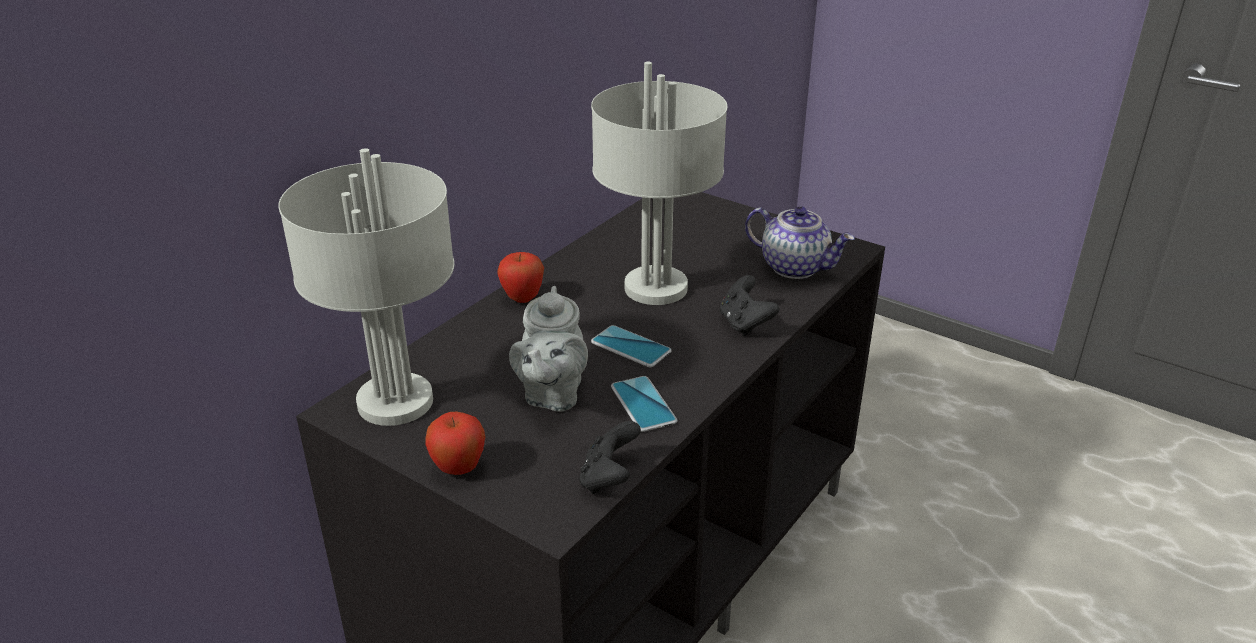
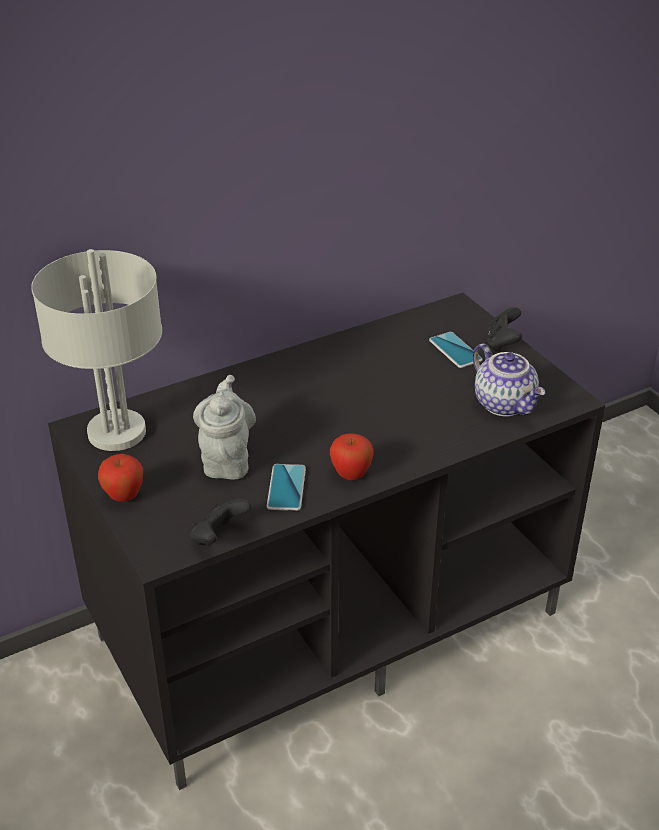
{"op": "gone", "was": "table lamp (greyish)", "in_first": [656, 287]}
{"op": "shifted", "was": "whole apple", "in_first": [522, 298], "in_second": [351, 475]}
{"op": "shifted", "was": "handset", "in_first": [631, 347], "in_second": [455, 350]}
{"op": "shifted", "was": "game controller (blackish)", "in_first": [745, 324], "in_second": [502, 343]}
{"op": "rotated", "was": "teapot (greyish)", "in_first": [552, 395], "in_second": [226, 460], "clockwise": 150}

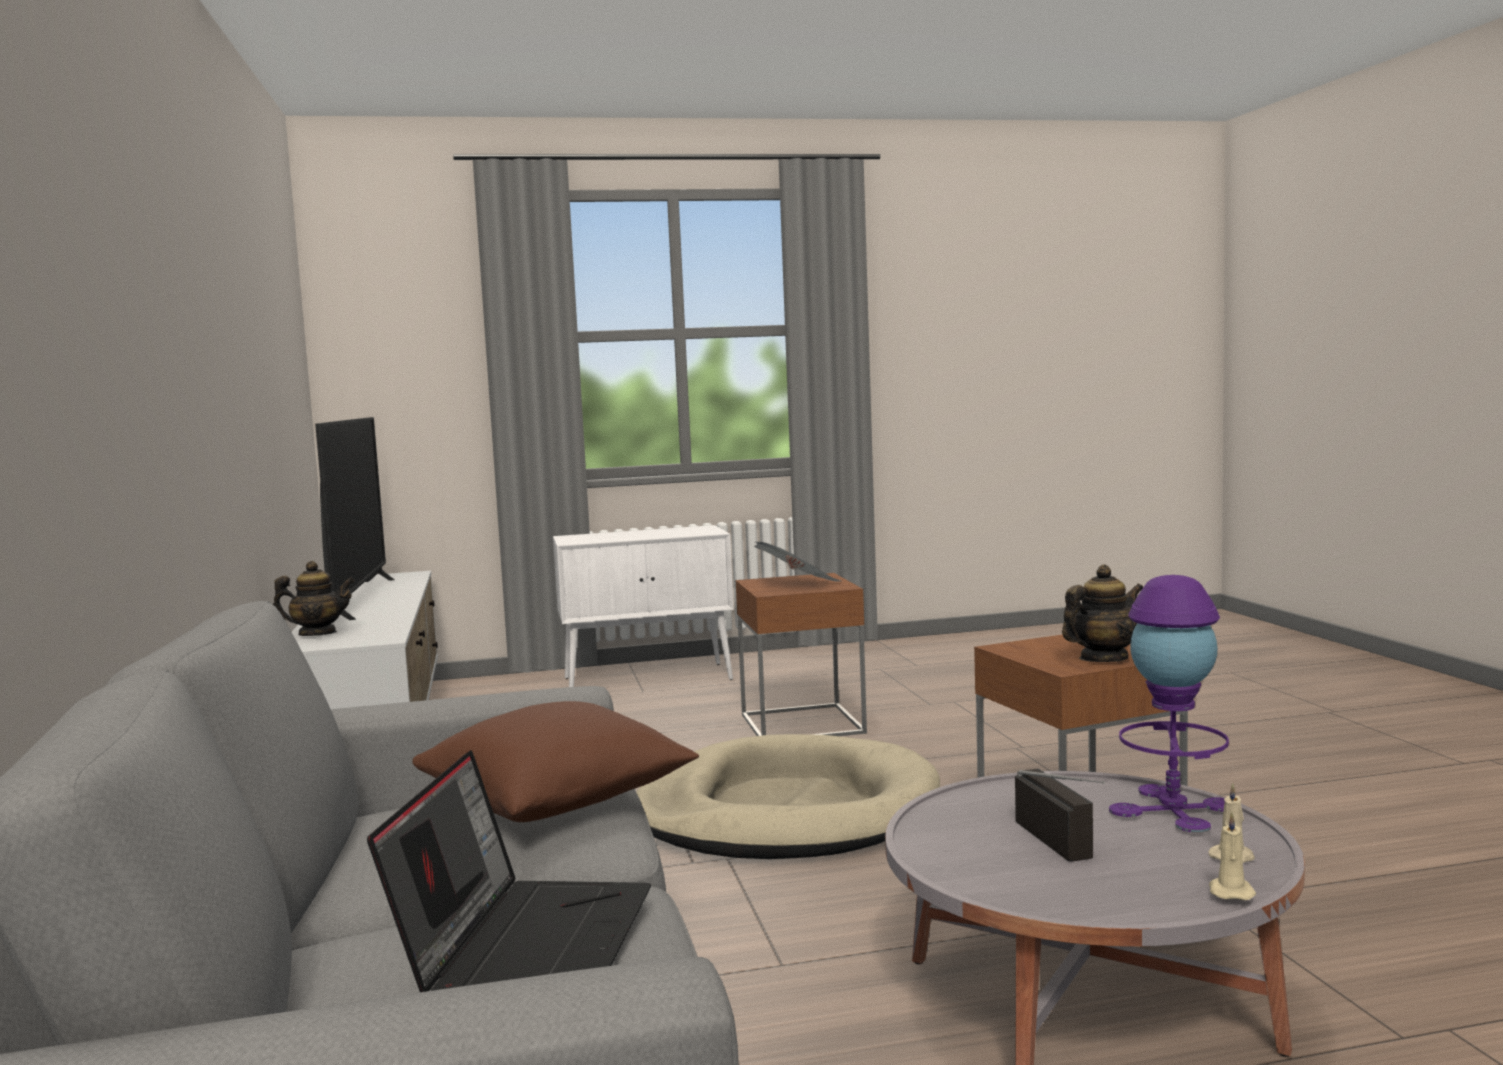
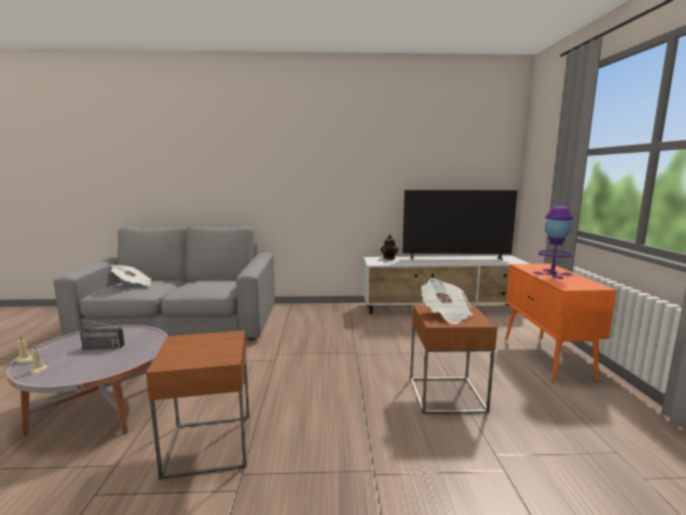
{"op": "gone", "was": "pillow (brown)", "in_first": [557, 803]}
{"op": "gone", "was": "dog bed (sand-coloured)", "in_first": [786, 812]}
{"op": "gone", "was": "teapot", "in_first": [1103, 659]}
{"op": "shifted", "was": "table lamp (purplish)", "in_first": [1173, 808], "in_second": [552, 274]}
{"op": "swapped", "was": "notebook computer", "now": "printed paper", "in_first": [526, 941], "in_second": [133, 284]}
{"op": "repainted", "was": "storage cabinet (white-coloured)", "now": "storage cabinet (orange)", "in_first": [649, 679], "in_second": [547, 358]}

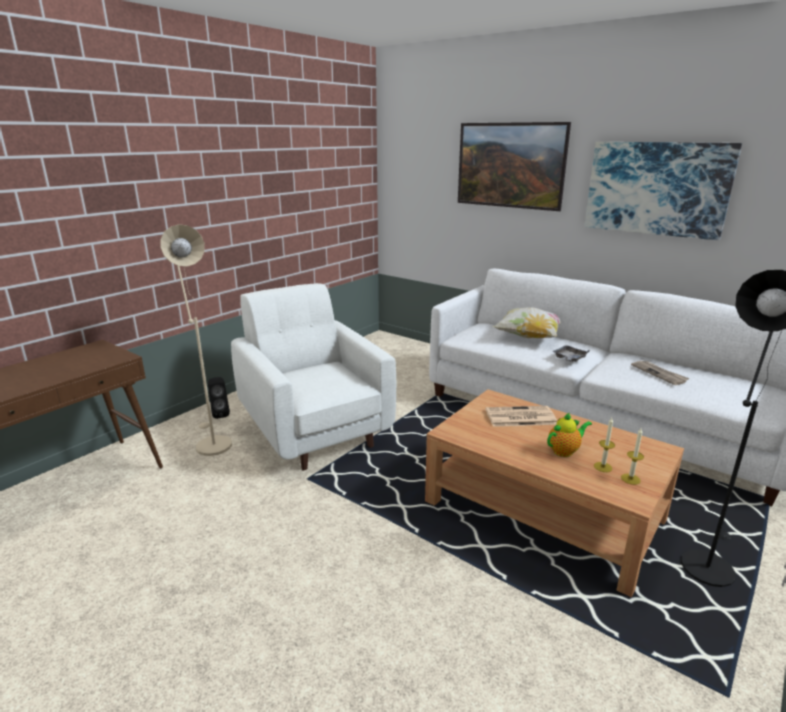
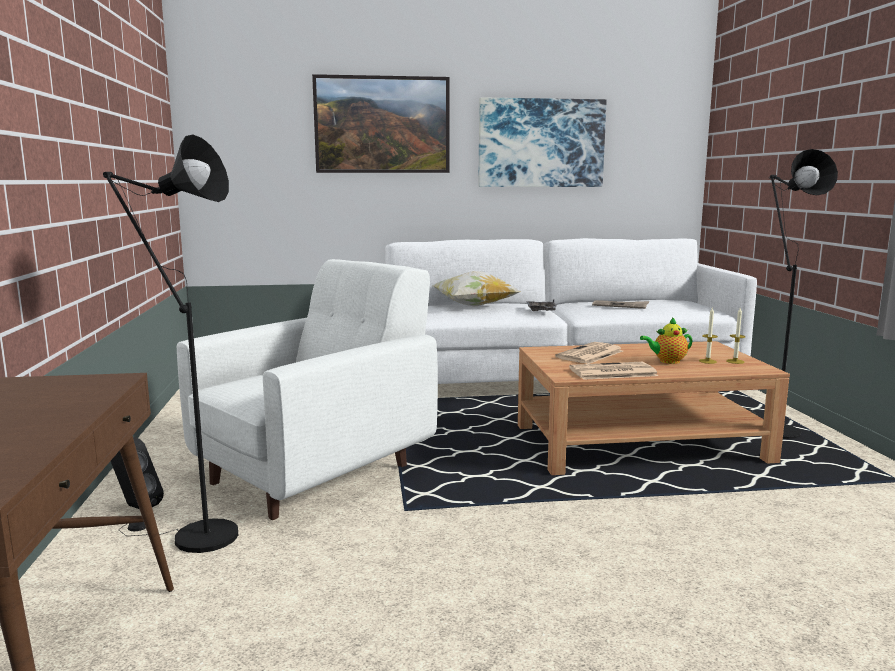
{"op": "new", "now": "printed paper", "in_second": [612, 372]}
{"op": "repainted", "was": "standing lamp (sand-coloured)", "now": "standing lamp (blackish)", "in_first": [211, 443], "in_second": [194, 536]}
{"op": "rotated", "was": "easy chair (white-coloured)", "in_first": [314, 431], "in_second": [318, 473], "clockwise": 120}
{"op": "rotated", "was": "teapot", "in_first": [564, 451], "in_second": [667, 361], "clockwise": -120}

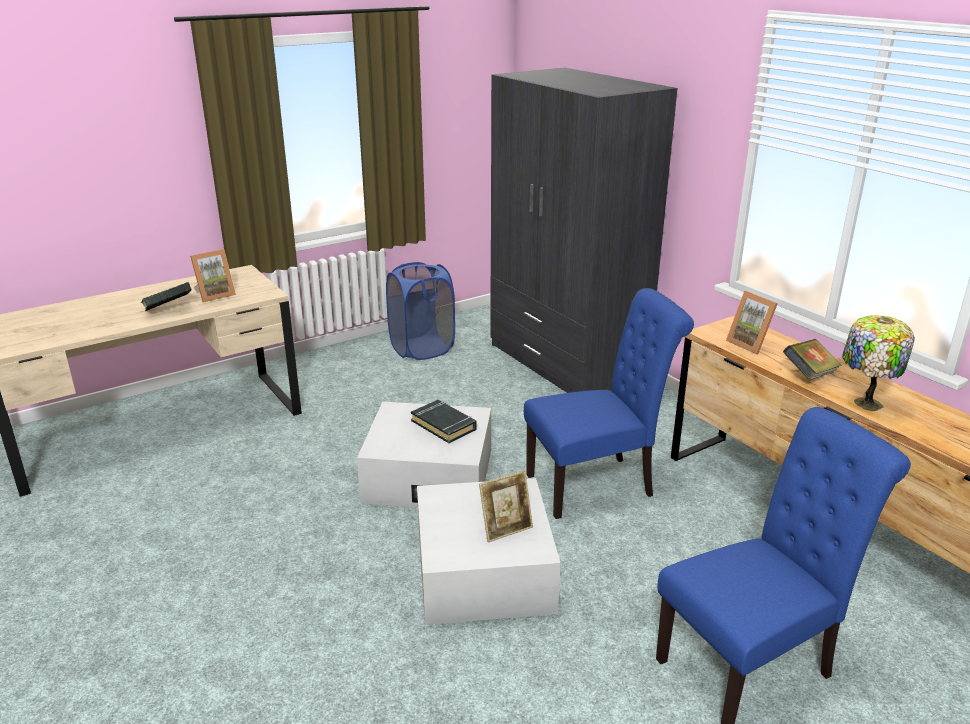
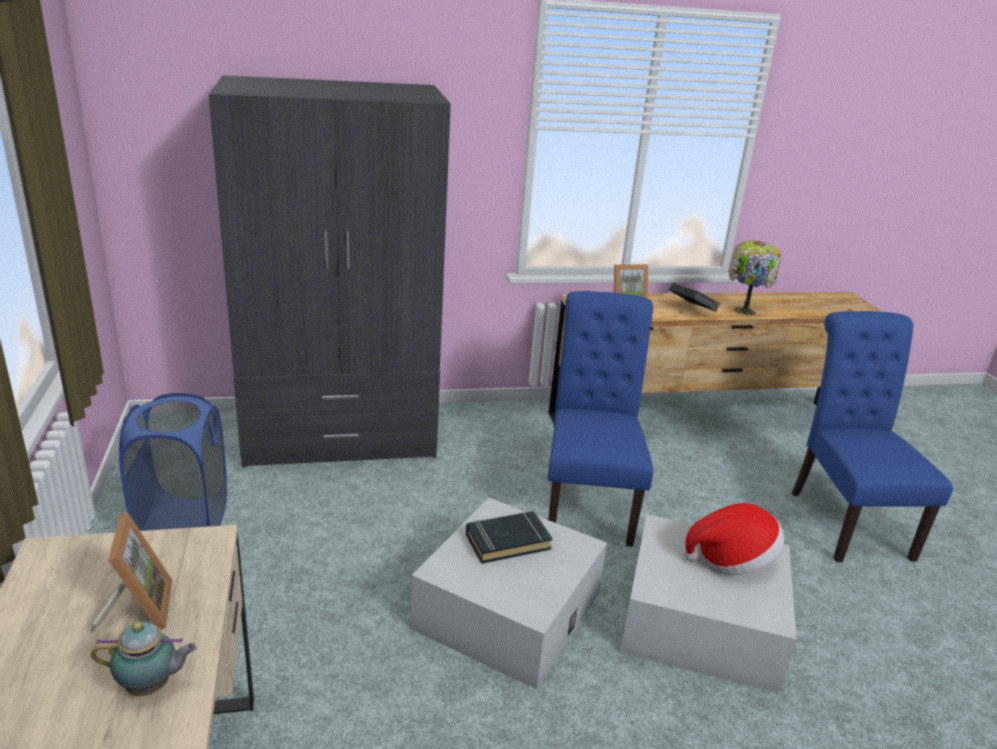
{"op": "swapped", "was": "bound book", "now": "teapot", "in_first": [168, 310], "in_second": [151, 686]}
{"op": "swapped", "was": "photo frame", "now": "clothing hat", "in_first": [506, 529], "in_second": [731, 560]}

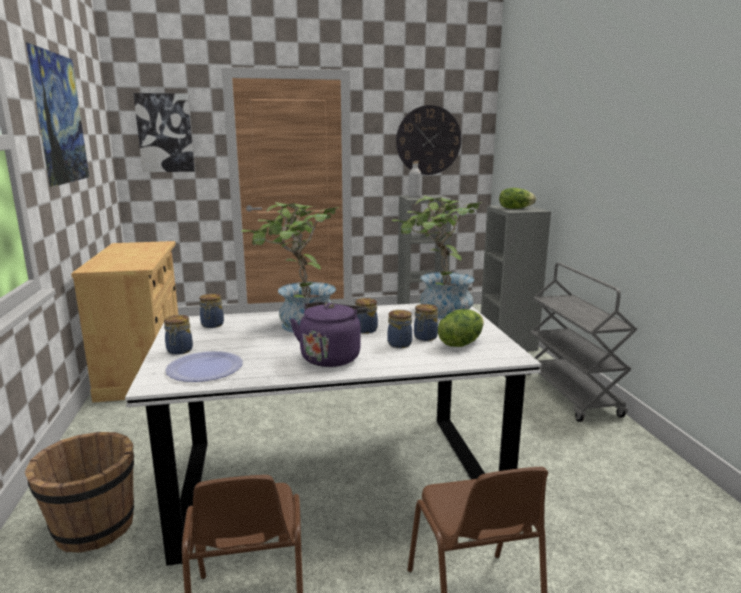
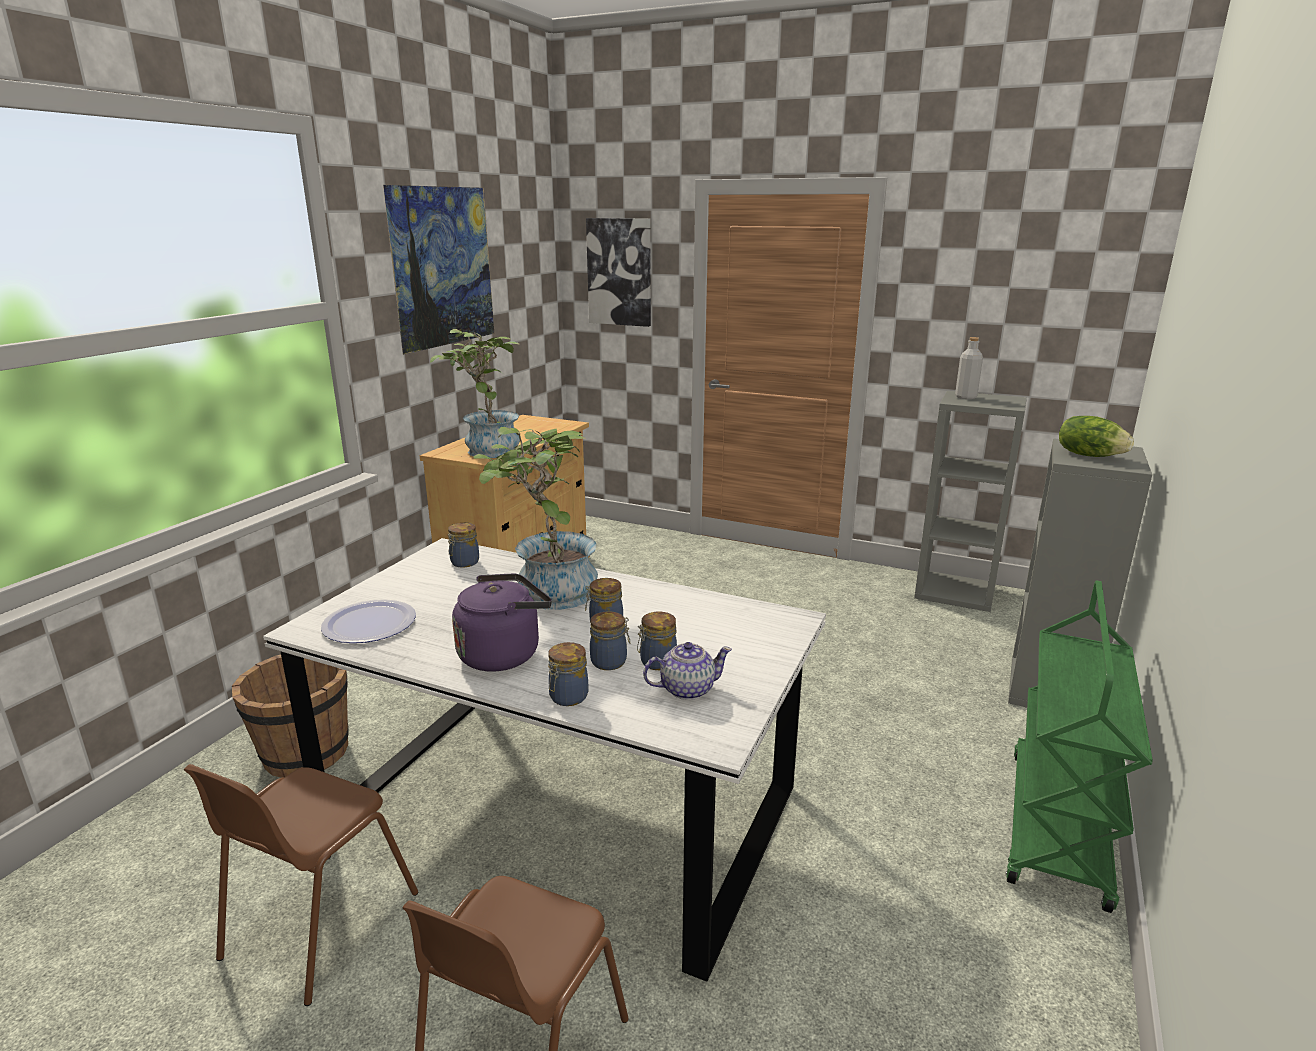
{"op": "gone", "was": "clock on the wall", "in_first": [428, 140]}
{"op": "shifted", "was": "storage jar", "in_first": [179, 351], "in_second": [567, 697]}
{"op": "shifted", "was": "houseplant", "in_first": [437, 311], "in_second": [486, 449]}
{"op": "swapped", "was": "lettuce head", "now": "teapot", "in_first": [460, 343], "in_second": [686, 689]}
{"op": "repainted", "was": "wheeled cart (greyish)", "now": "wheeled cart (green-coloured)", "in_first": [572, 394], "in_second": [1058, 828]}

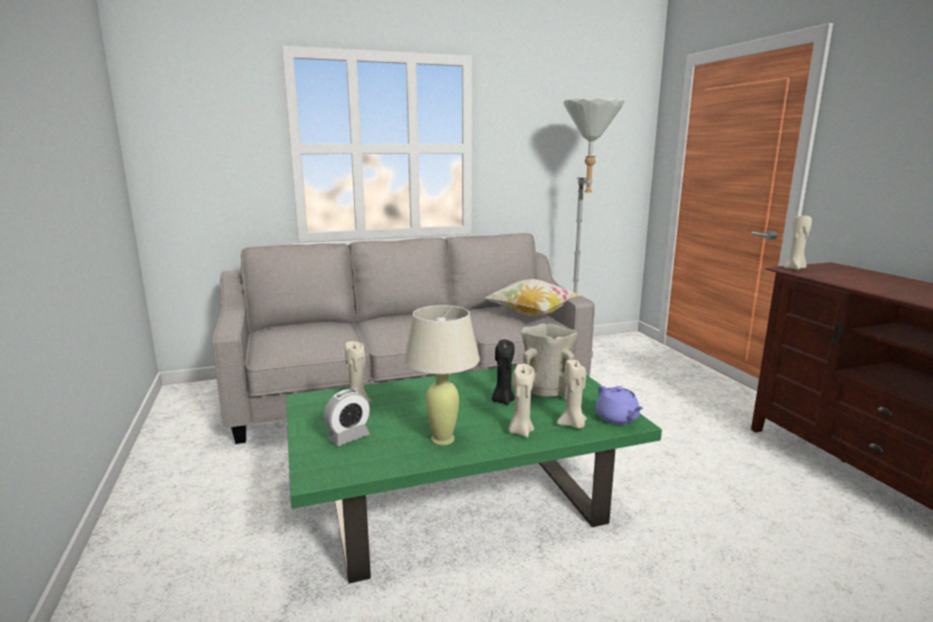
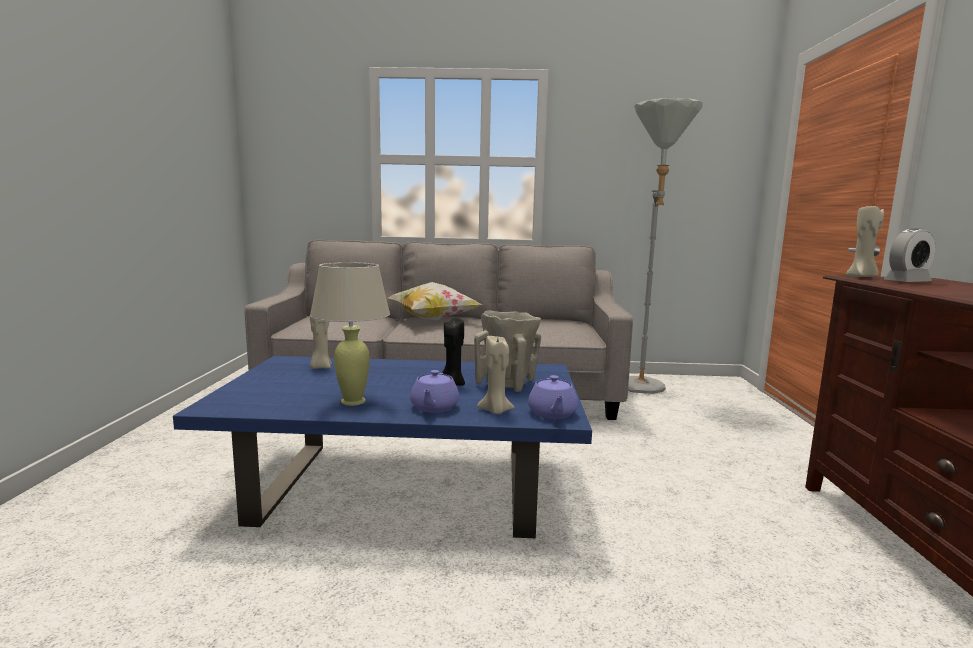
{"op": "shifted", "was": "table clock", "in_first": [348, 437], "in_second": [907, 282]}
{"op": "shifted", "was": "pillow", "in_first": [532, 315], "in_second": [433, 320]}
{"op": "swapped", "was": "candle (sand-coloured)", "now": "teapot (purplish)", "in_first": [520, 431], "in_second": [434, 408]}
{"op": "repainted", "was": "low table (green-coloured)", "now": "low table (blue-coloured)", "in_first": [463, 499], "in_second": [406, 485]}

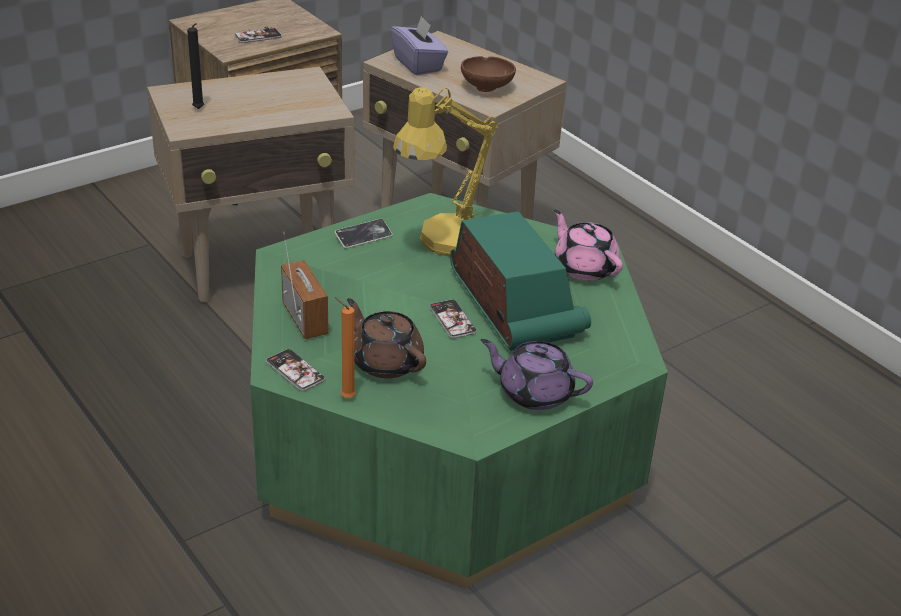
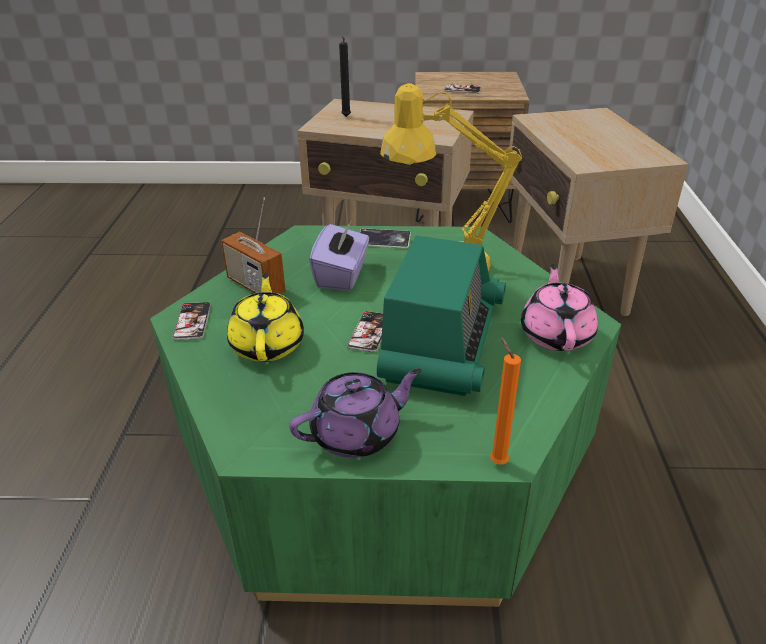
{"op": "gone", "was": "serving bowl (brown)", "in_first": [487, 87]}
{"op": "shifted", "was": "candle (orange)", "in_first": [345, 397], "in_second": [496, 461]}
{"op": "shifted", "was": "tissue holder (purplish)", "in_first": [418, 64], "in_second": [342, 275]}
{"op": "repainted", "was": "teapot (brown)", "now": "teapot (yellowish)", "in_first": [385, 361], "in_second": [268, 344]}
{"op": "rotated", "was": "radio set", "in_first": [305, 319], "in_second": [256, 286], "clockwise": 120}
{"op": "rotated", "was": "teapot (purplish)", "in_first": [534, 392], "in_second": [357, 434], "clockwise": 90}

